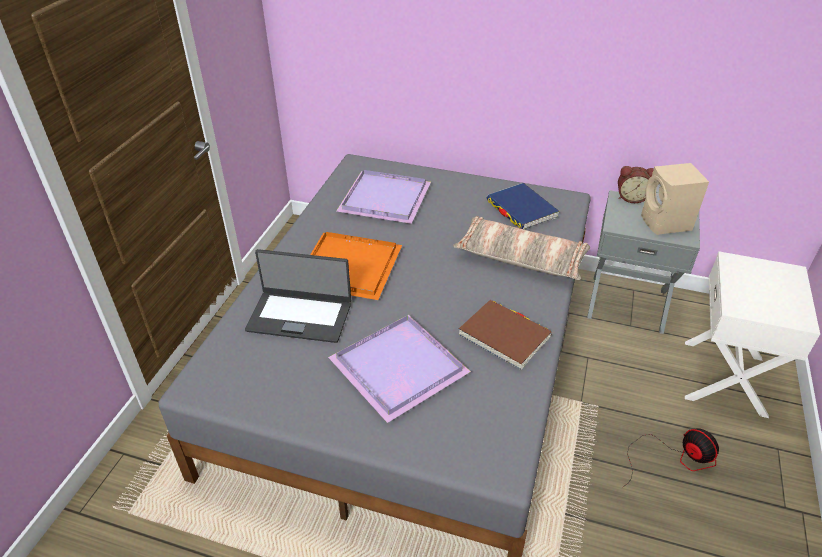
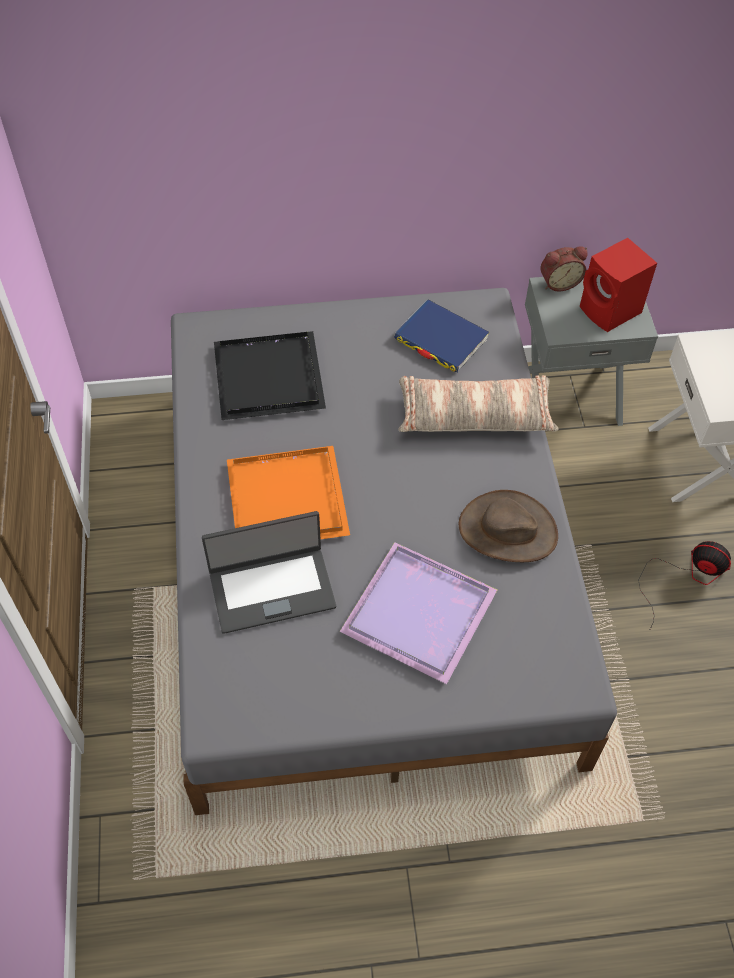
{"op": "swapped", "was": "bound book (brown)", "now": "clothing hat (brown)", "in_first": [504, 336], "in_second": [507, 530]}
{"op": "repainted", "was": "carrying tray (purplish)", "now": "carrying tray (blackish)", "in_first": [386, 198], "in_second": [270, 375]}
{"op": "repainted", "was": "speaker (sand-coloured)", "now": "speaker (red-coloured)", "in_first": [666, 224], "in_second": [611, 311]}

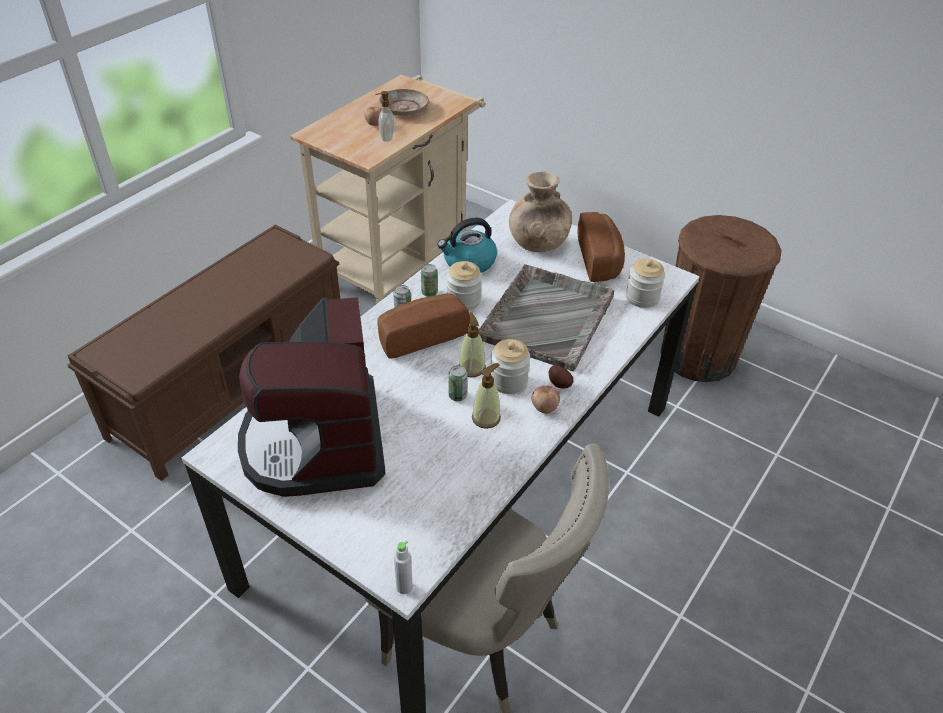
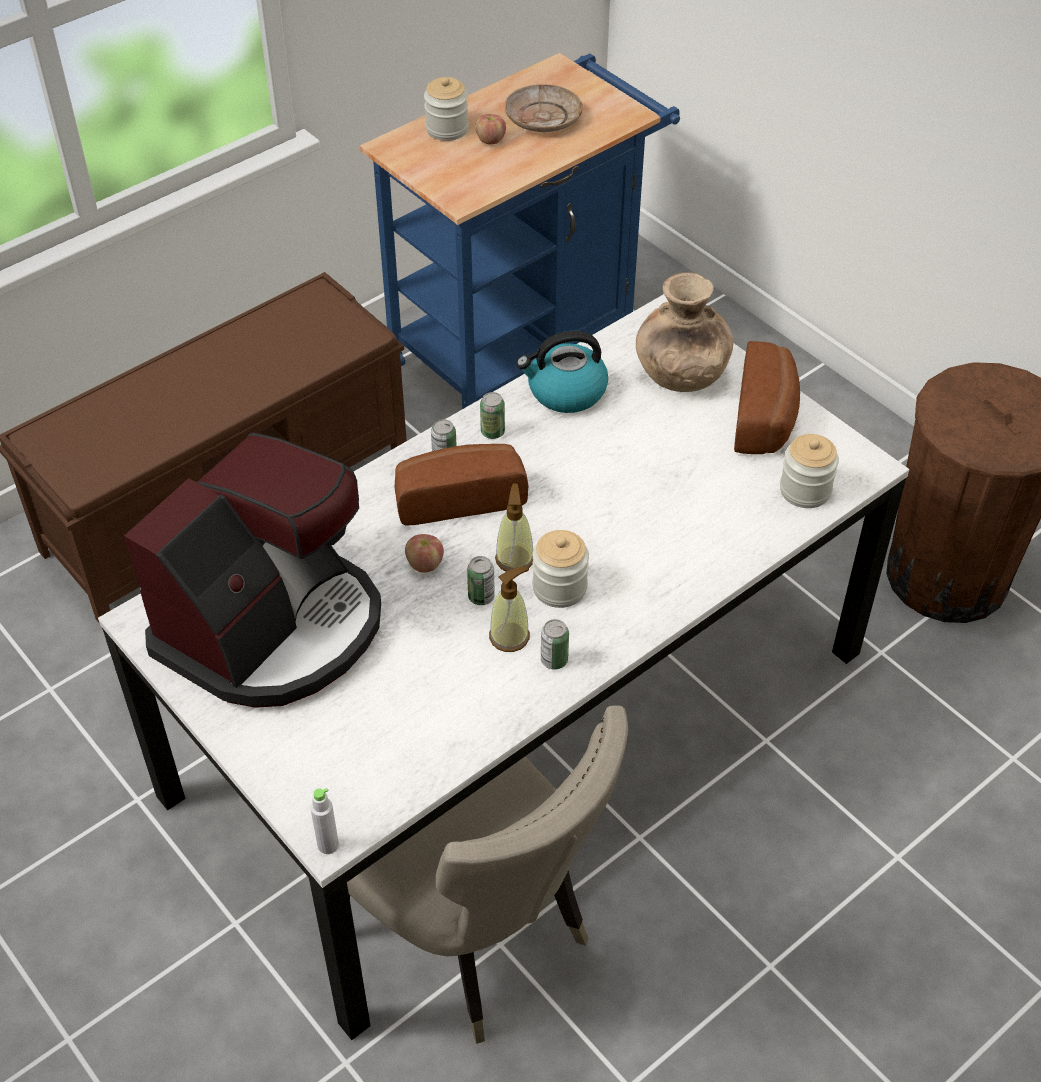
{"op": "gone", "was": "soap dispenser", "in_first": [386, 138]}
{"op": "gone", "was": "carrying tray (greyish)", "in_first": [548, 317]}
{"op": "gone", "was": "potato", "in_first": [560, 383]}
{"op": "new", "now": "metal can", "in_second": [554, 660]}
{"op": "shifted", "was": "storage jar", "in_first": [463, 300], "in_second": [447, 129]}
{"op": "shifted", "was": "whole apple", "in_first": [544, 407], "in_second": [424, 564]}
{"op": "repainted", "was": "wheeled cart (sand-coloured)", "now": "wheeled cart (blue-coloured)", "in_first": [401, 261], "in_second": [524, 342]}
{"op": "rotated", "was": "coffee brewer", "in_first": [316, 441], "in_second": [273, 628], "clockwise": -150}

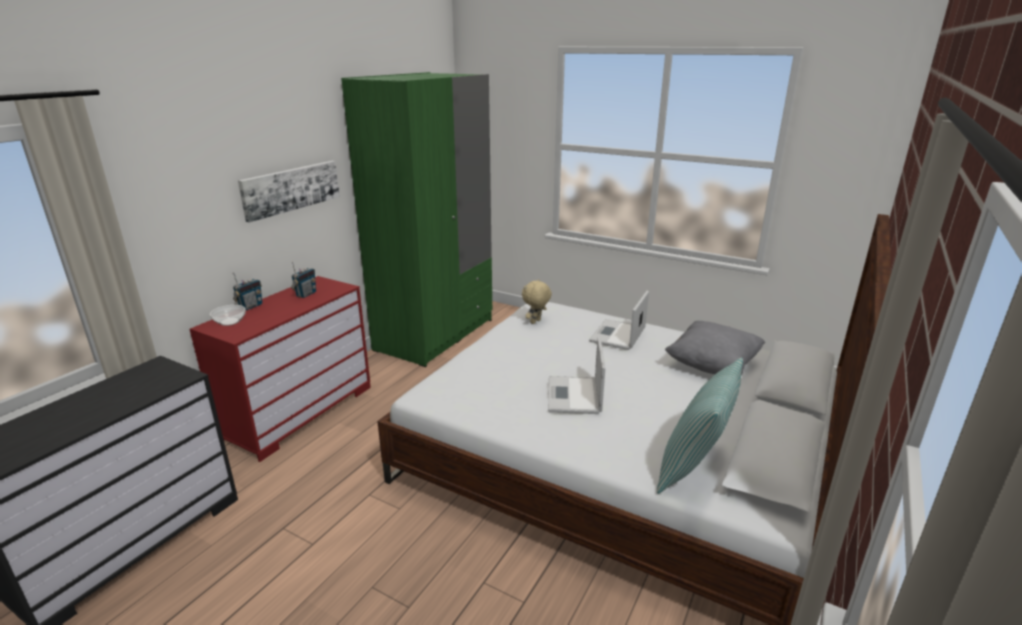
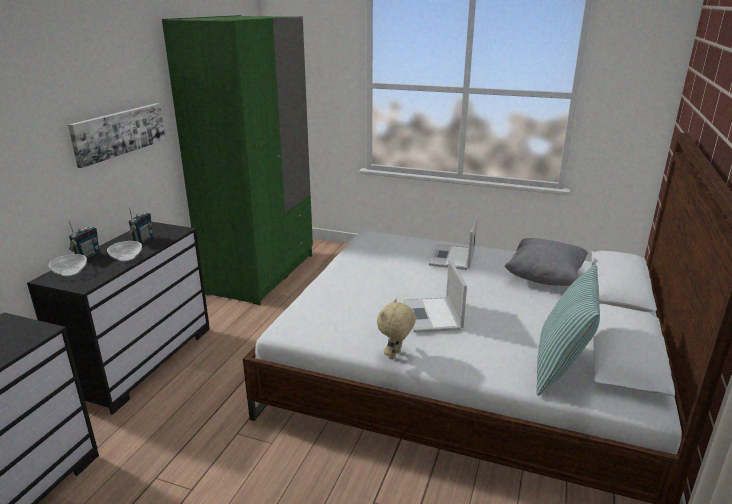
{"op": "new", "now": "serving bowl", "in_second": [127, 258]}
{"op": "shifted", "was": "soft toy (sand-coloured)", "in_first": [536, 322], "in_second": [395, 355]}
{"op": "repainted", "was": "drawer chest (red-coloured)", "now": "drawer chest (blackish)", "in_first": [299, 412], "in_second": [141, 360]}

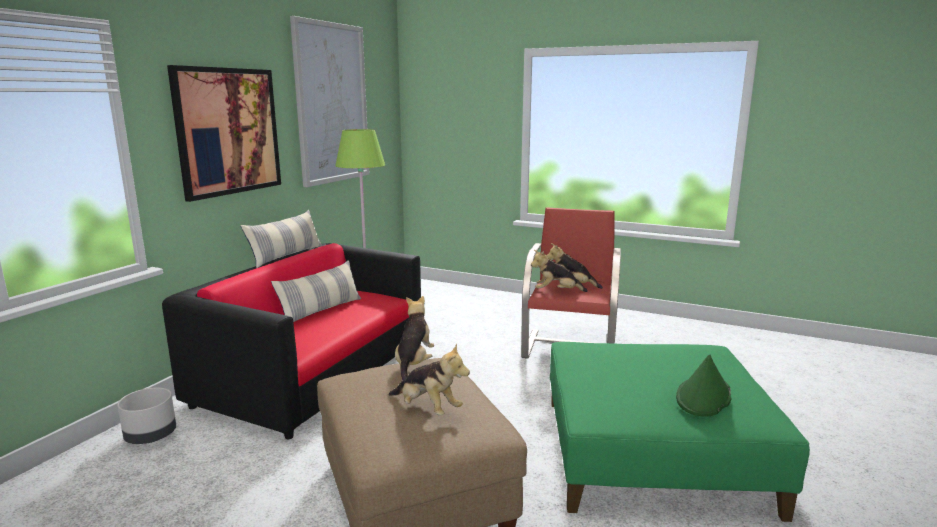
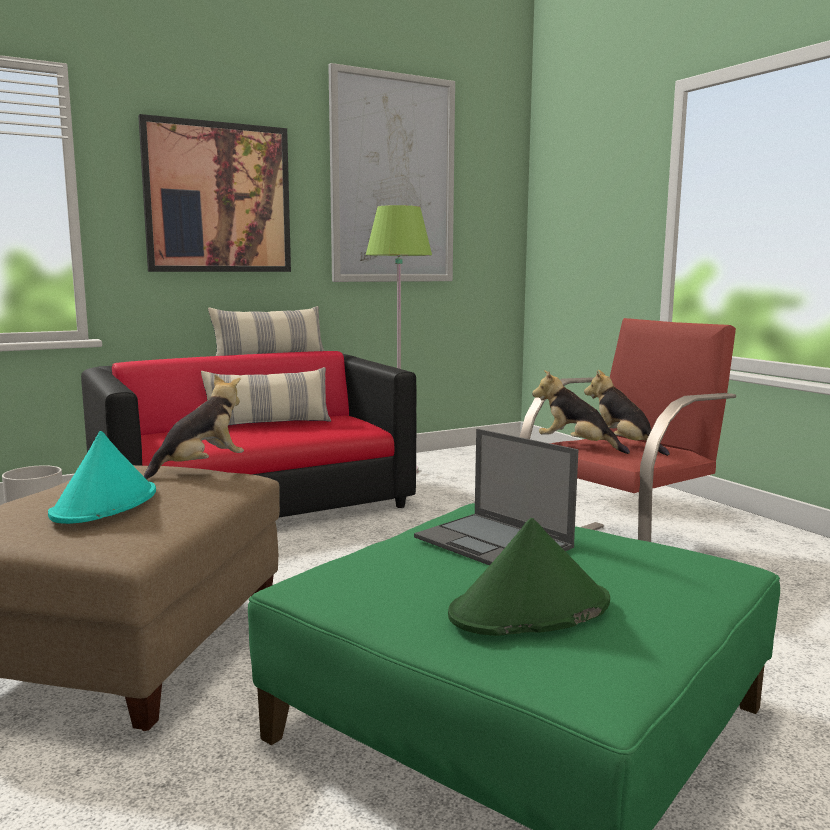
{"op": "new", "now": "notebook computer", "in_second": [494, 543]}
{"op": "swapped", "was": "soft toy", "now": "clothing hat (blue-green)", "in_first": [428, 408], "in_second": [105, 504]}

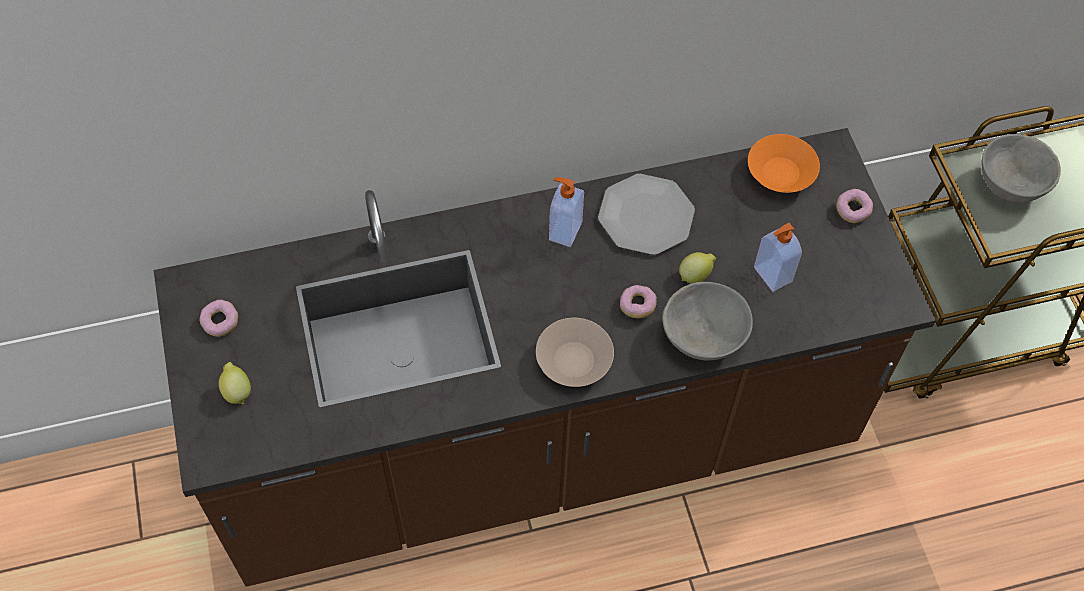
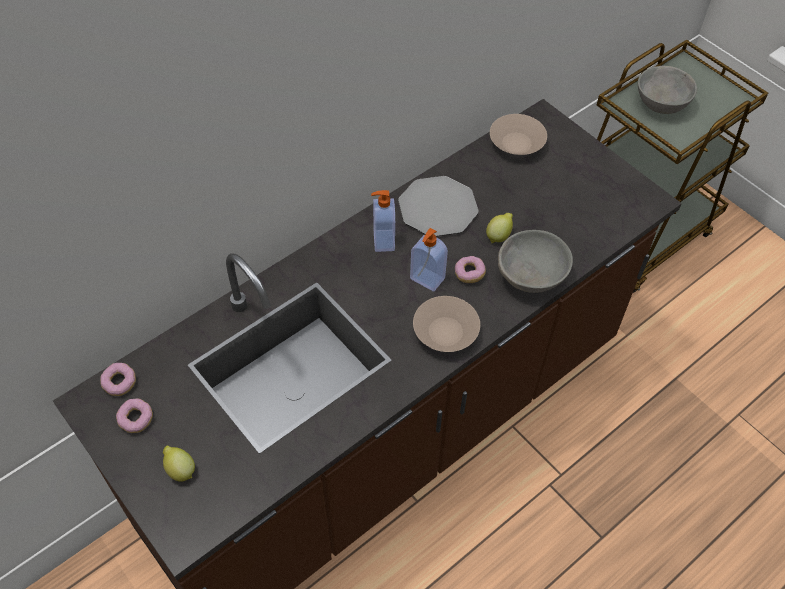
{"op": "shifted", "was": "soap dispenser", "in_first": [771, 275], "in_second": [426, 279]}
{"op": "shifted", "was": "ring doughnut", "in_first": [852, 210], "in_second": [119, 383]}
{"op": "repainted", "was": "serving bowl (orange)", "now": "serving bowl (sand-coloured)", "in_first": [779, 173], "in_second": [515, 144]}

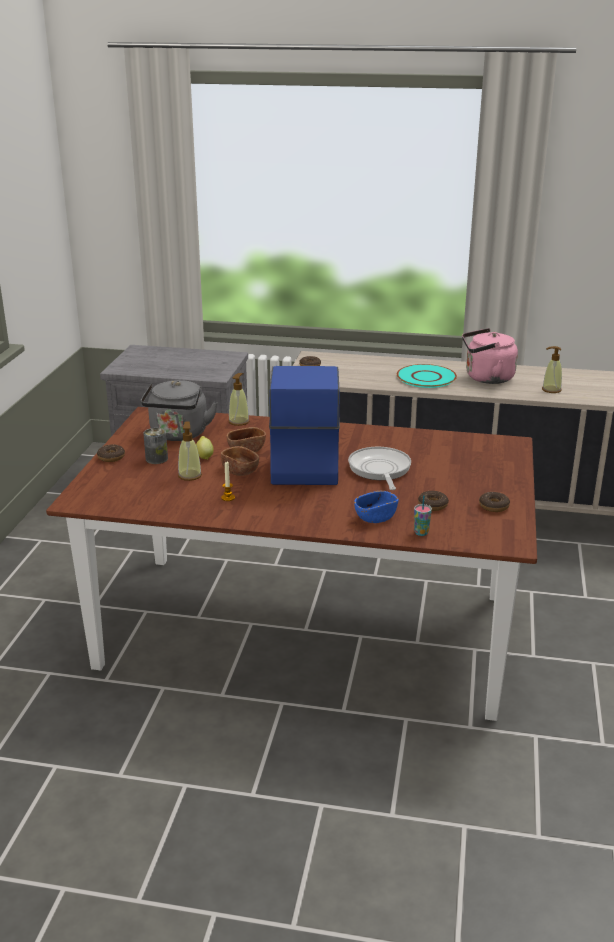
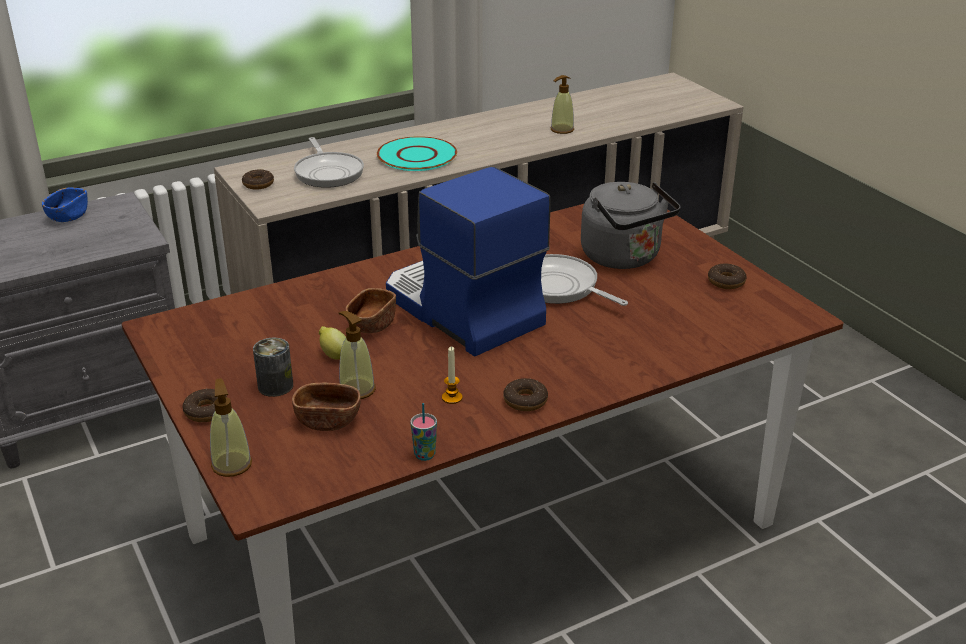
{"op": "gone", "was": "kettle (pink)", "in_first": [486, 378]}
{"op": "new", "now": "frying pan", "in_second": [328, 172]}
{"op": "shifted", "was": "kettle (greyish)", "in_first": [178, 435], "in_second": [624, 258]}
{"op": "shifted", "was": "serving bowl (brown)", "in_first": [240, 471], "in_second": [328, 421]}
{"op": "shifted", "was": "soap dispenser", "in_first": [239, 421], "in_second": [231, 464]}
{"op": "shifted", "was": "serving bowl (blue-coloured)", "in_first": [375, 517], "in_second": [68, 216]}
{"op": "shifted", "was": "small cup", "in_first": [421, 533], "in_second": [424, 455]}
{"op": "shifted", "was": "ring doughnut", "in_first": [432, 505], "in_second": [525, 401]}

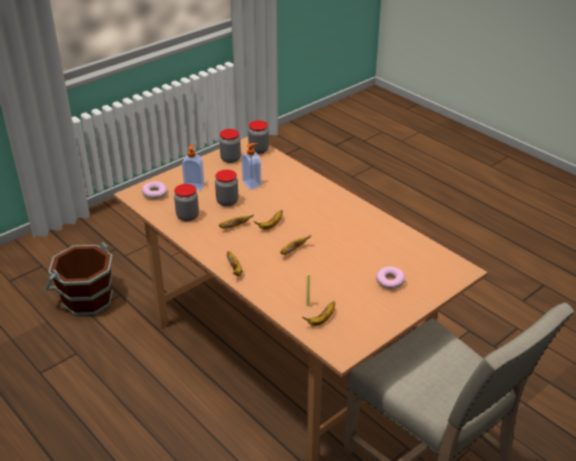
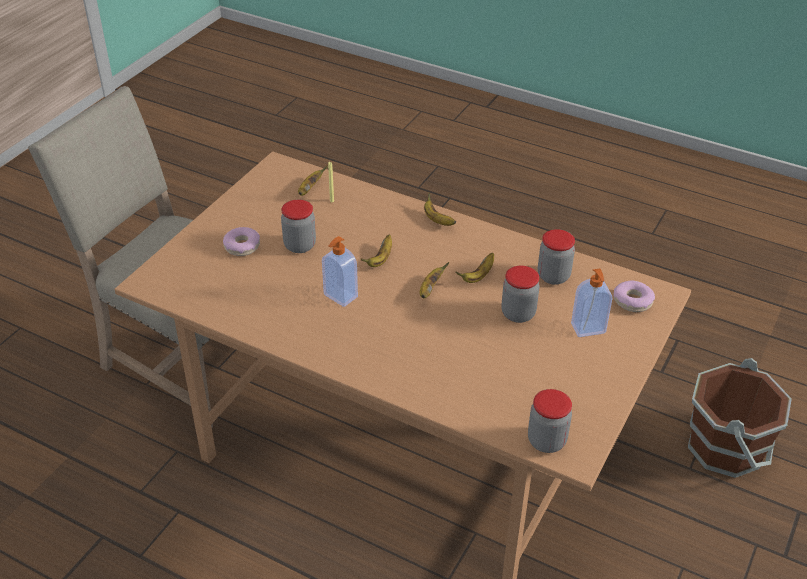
{"op": "shifted", "was": "storage jar", "in_first": [230, 159], "in_second": [300, 245]}
{"op": "shifted", "was": "soap dispenser", "in_first": [252, 184], "in_second": [340, 296]}

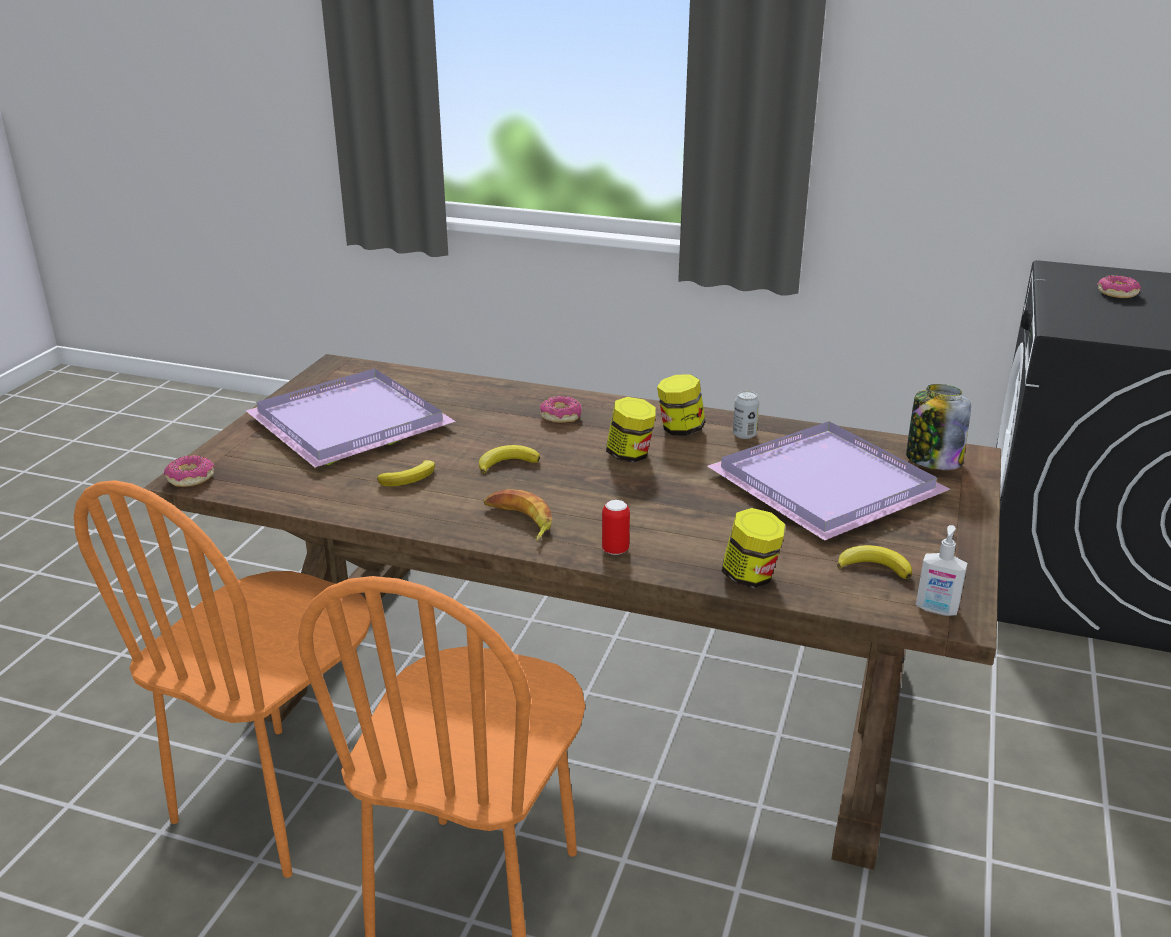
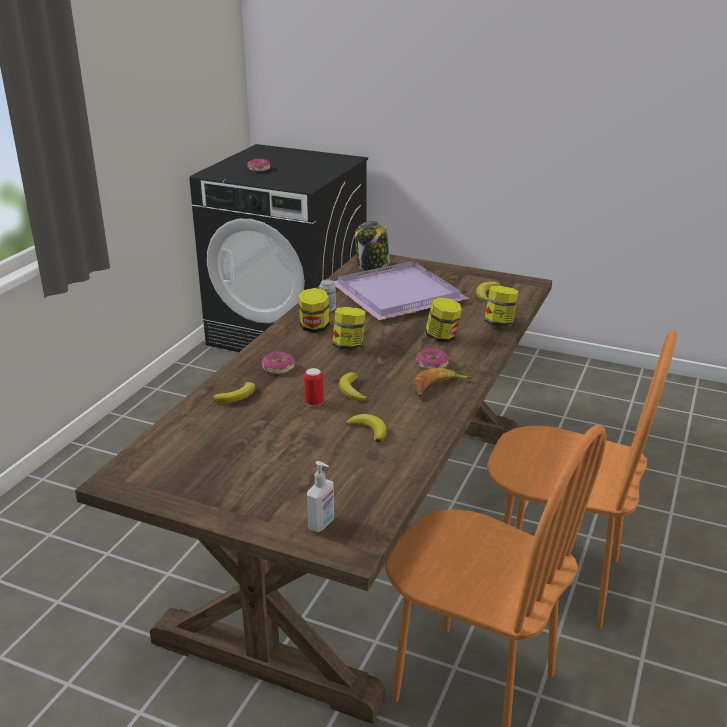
{"op": "gone", "was": "carrying tray (purplish)", "in_first": [351, 420]}
{"op": "new", "now": "whole banana", "in_second": [237, 396]}
{"op": "new", "now": "storage jar", "in_second": [442, 338]}
{"op": "shifted", "was": "ring doughnut", "in_first": [190, 478], "in_second": [432, 364]}
{"op": "shifted", "was": "metal can", "in_first": [615, 550], "in_second": [314, 402]}
{"op": "shifted", "was": "soap dispenser", "in_first": [936, 609], "in_second": [322, 524]}

